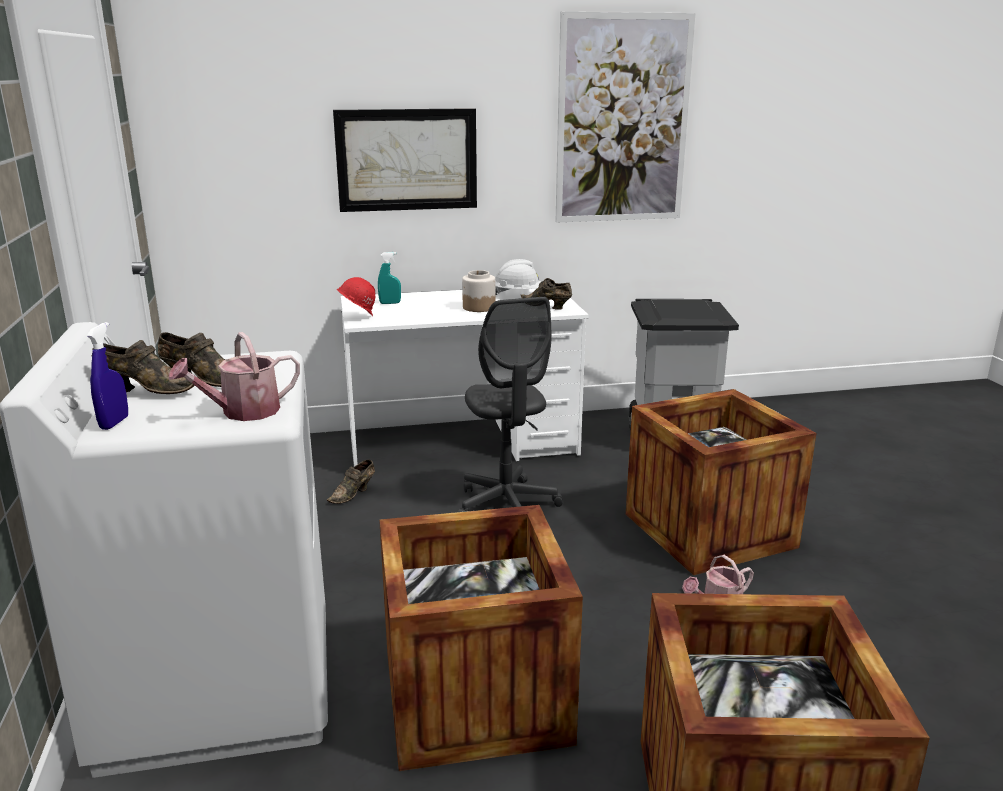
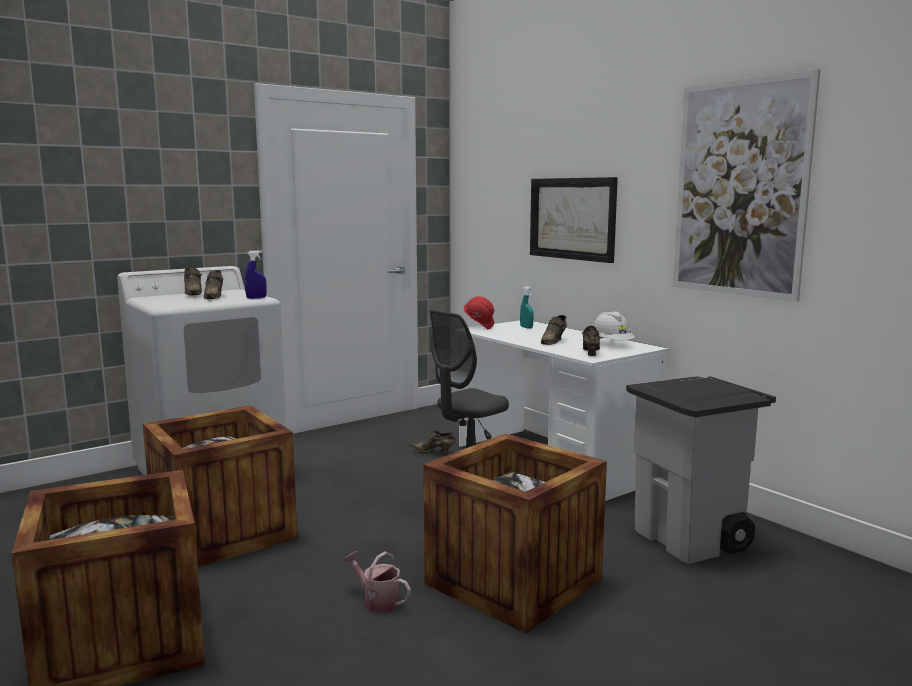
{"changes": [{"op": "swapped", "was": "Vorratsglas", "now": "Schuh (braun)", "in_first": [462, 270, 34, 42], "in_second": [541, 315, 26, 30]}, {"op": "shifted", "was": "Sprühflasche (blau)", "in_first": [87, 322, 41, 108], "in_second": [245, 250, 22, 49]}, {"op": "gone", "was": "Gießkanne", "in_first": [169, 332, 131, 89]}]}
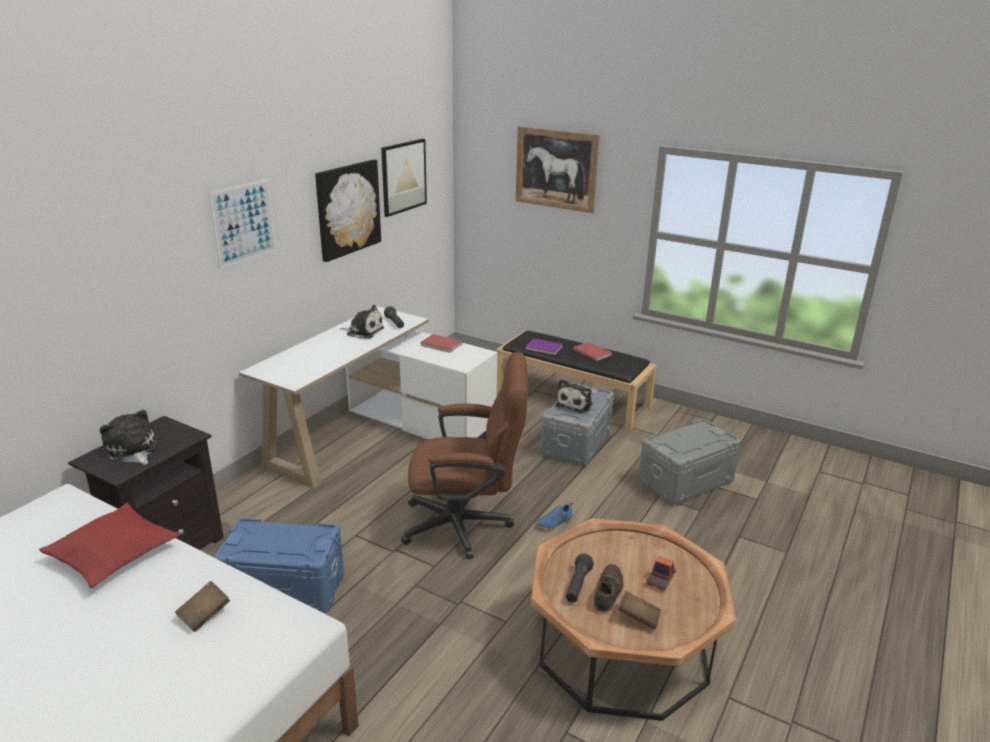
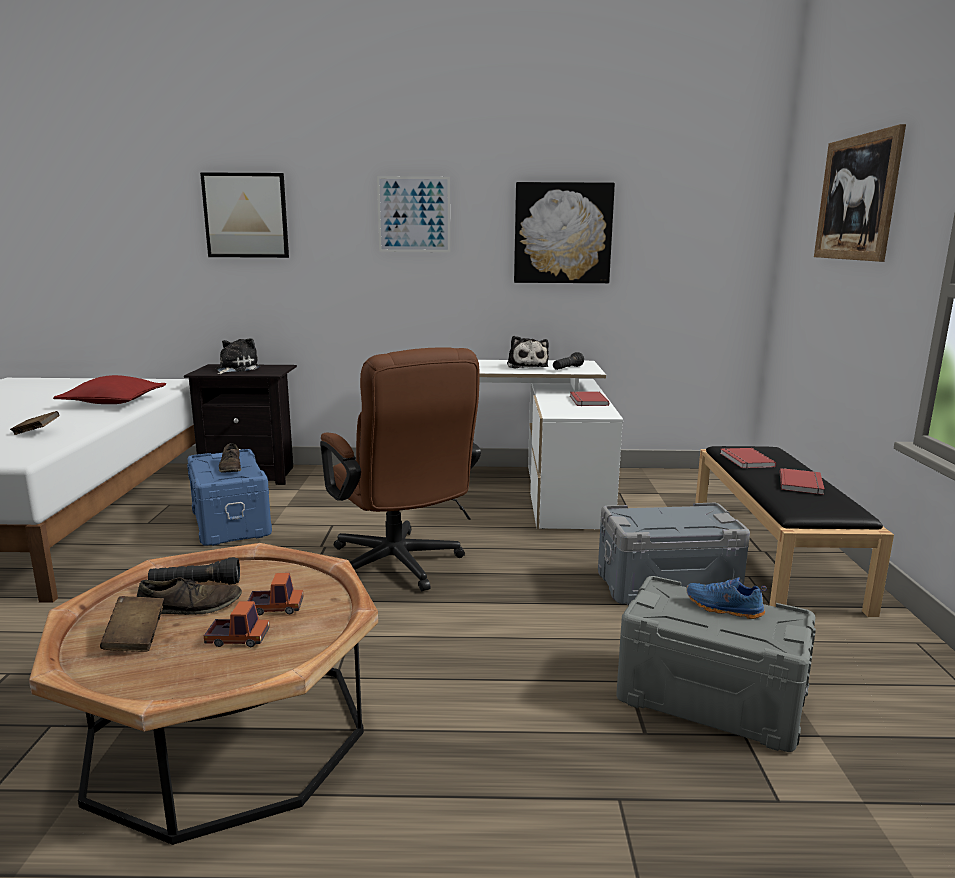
{"changes": [{"op": "shifted", "was": "Bild", "in_first": [381, 139, 46, 78], "in_second": [200, 172, 89, 86]}, {"op": "repainted", "was": "Buch (lila)", "now": "Buch (rot)", "in_first": [525, 338, 38, 17], "in_second": [720, 448, 56, 21]}, {"op": "gone", "was": "Plüschtier", "in_first": [556, 379, 37, 34]}, {"op": "shifted", "was": "Schuh (blau)", "in_first": [537, 502, 36, 28], "in_second": [686, 577, 81, 42]}, {"op": "new", "now": "Schuh (braun)", "in_second": [219, 443, 22, 30]}, {"op": "new", "now": "Spielzeuglaster", "in_second": [248, 573, 55, 42]}]}
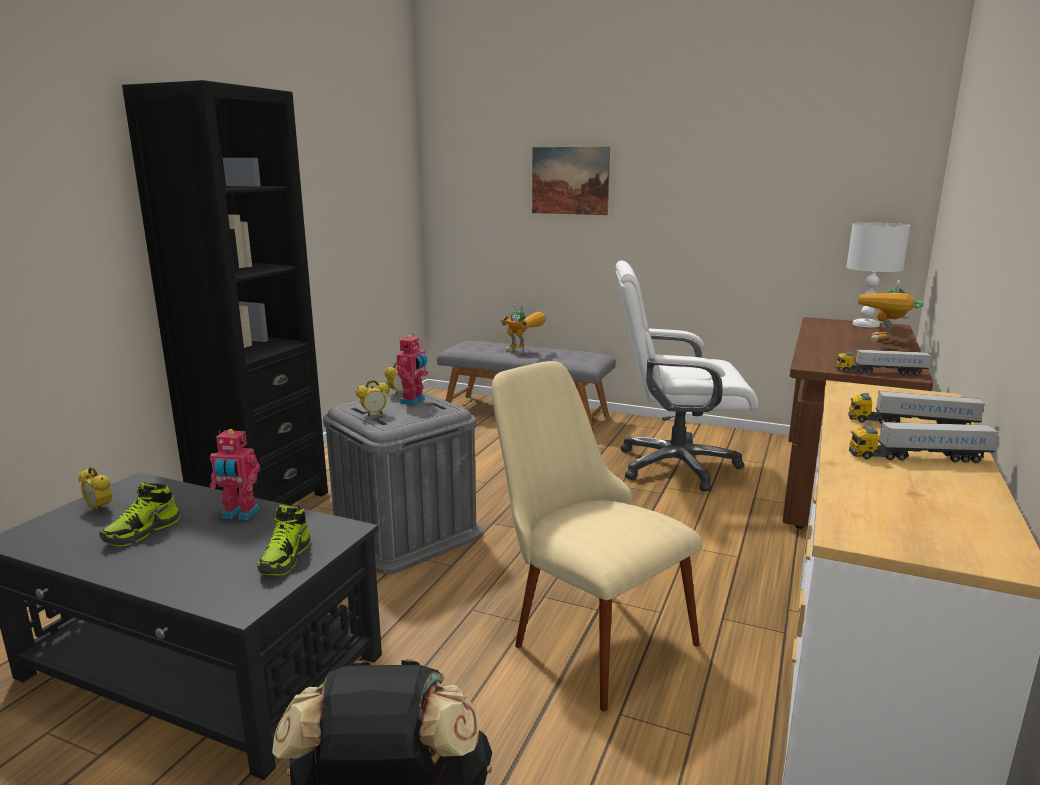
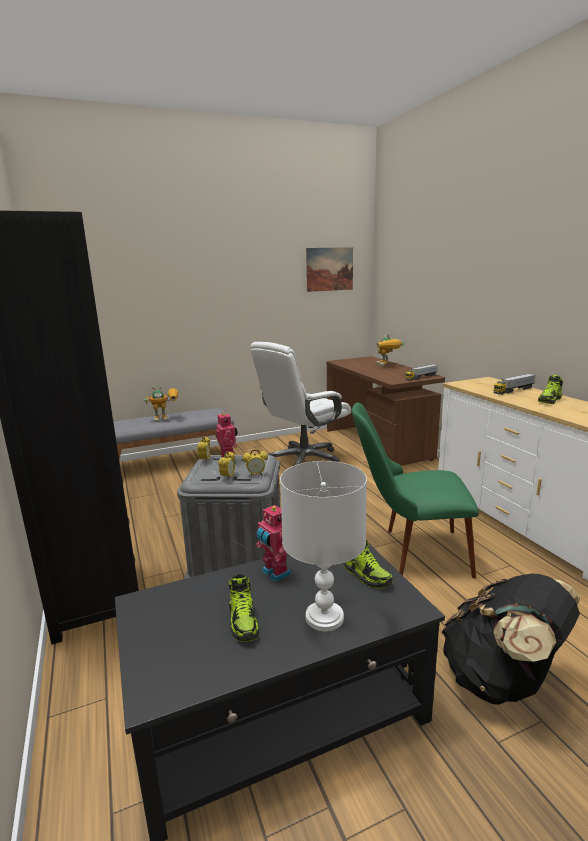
{"changes": [{"op": "shifted", "was": "Bild", "in_first": [532, 147, 78, 68], "in_second": [306, 247, 47, 45]}, {"op": "shifted", "was": "Tischlampe (weiß)", "in_first": [846, 222, 64, 106], "in_second": [280, 461, 87, 170]}, {"op": "repainted", "was": "Stuhl (beige)", "now": "Stuhl (grün)", "in_first": [491, 361, 211, 350], "in_second": [352, 403, 127, 176]}, {"op": "swapped", "was": "Spielzeuglaster", "now": "Schuh", "in_first": [849, 421, 150, 42], "in_second": [538, 375, 25, 29]}, {"op": "rotated", "was": "Spielzeugroboter", "in_first": [210, 429, 50, 91], "in_second": [256, 504, 35, 78], "clockwise": 90}, {"op": "shifted", "was": "Wecker", "in_first": [78, 467, 34, 45], "in_second": [242, 449, 26, 27]}]}
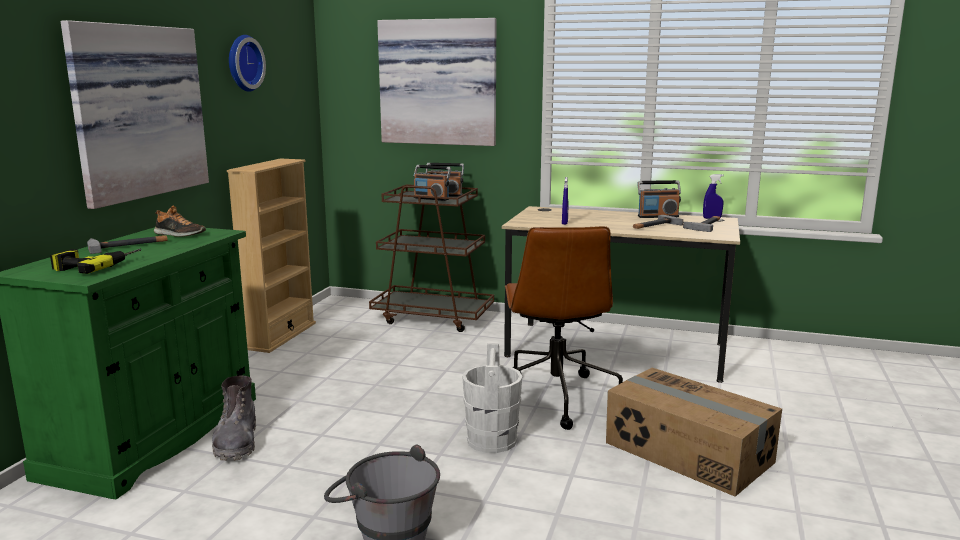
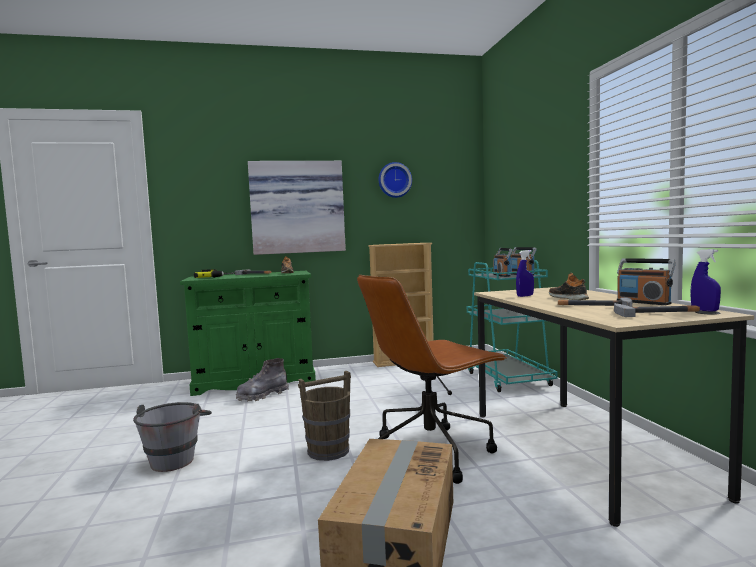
{"changes": [{"op": "gone", "was": "Bild", "in_first": [377, 18, 119, 128]}, {"op": "repainted", "was": "Rollwagen (braun)", "now": "Rollwagen (türkis)", "in_first": [369, 184, 125, 148], "in_second": [467, 260, 91, 132]}, {"op": "repainted", "was": "Eimer (weiß)", "now": "Eimer (braun)", "in_first": [462, 343, 61, 110], "in_second": [298, 371, 53, 90]}, {"op": "new", "now": "Schuh", "in_second": [549, 273, 40, 27]}]}
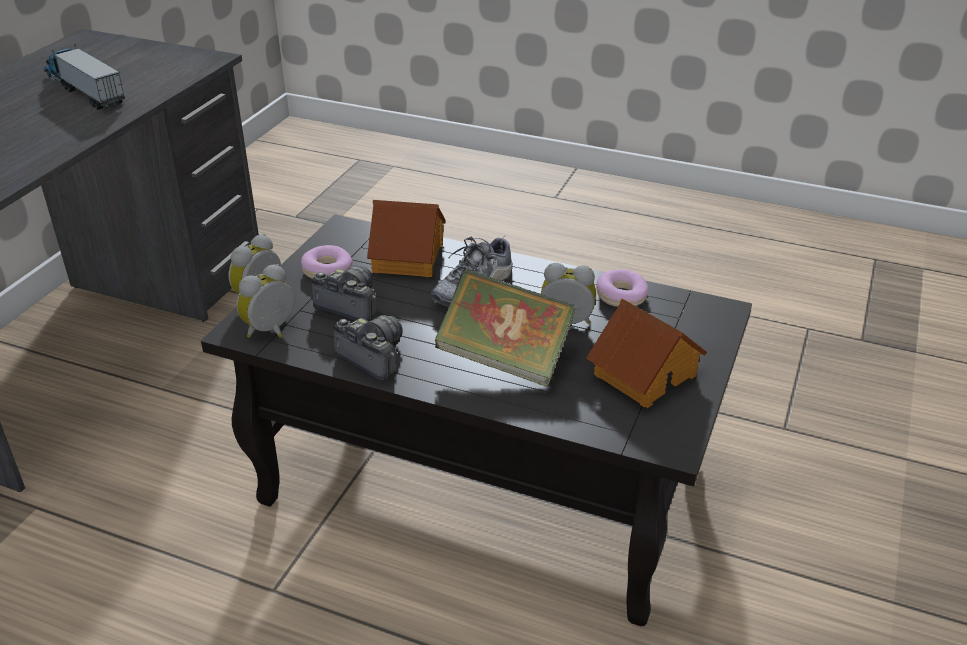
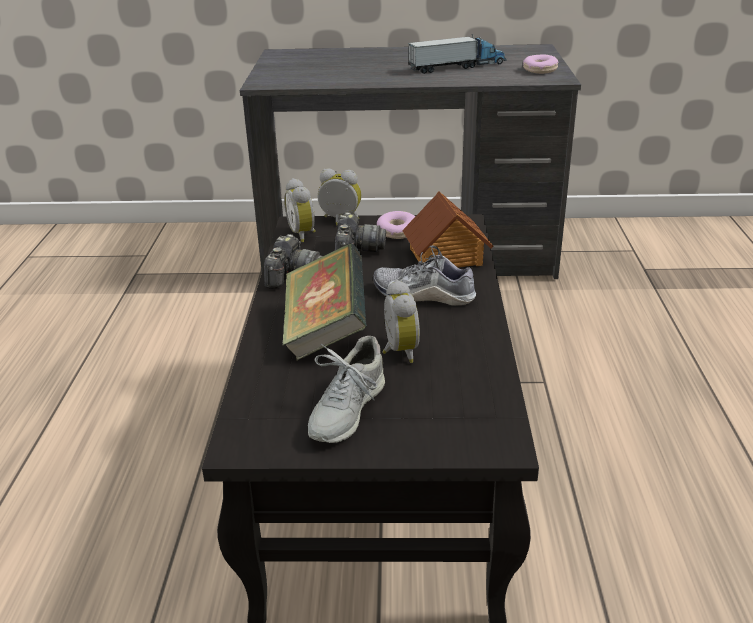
{"changes": [{"op": "rotated", "was": "Spielzeuglaster", "in_first": [44, 44, 81, 66], "in_second": [408, 34, 99, 40], "clockwise": 45}, {"op": "rotated", "was": "Wecker", "in_first": [236, 264, 58, 74], "in_second": [284, 178, 32, 64], "clockwise": -135}, {"op": "shifted", "was": "Donut", "in_first": [596, 269, 52, 38], "in_second": [523, 55, 35, 19]}, {"op": "swapped", "was": "Spielzeughaus", "now": "Schuh (grau)", "in_first": [586, 299, 121, 109], "in_second": [308, 336, 77, 107]}]}
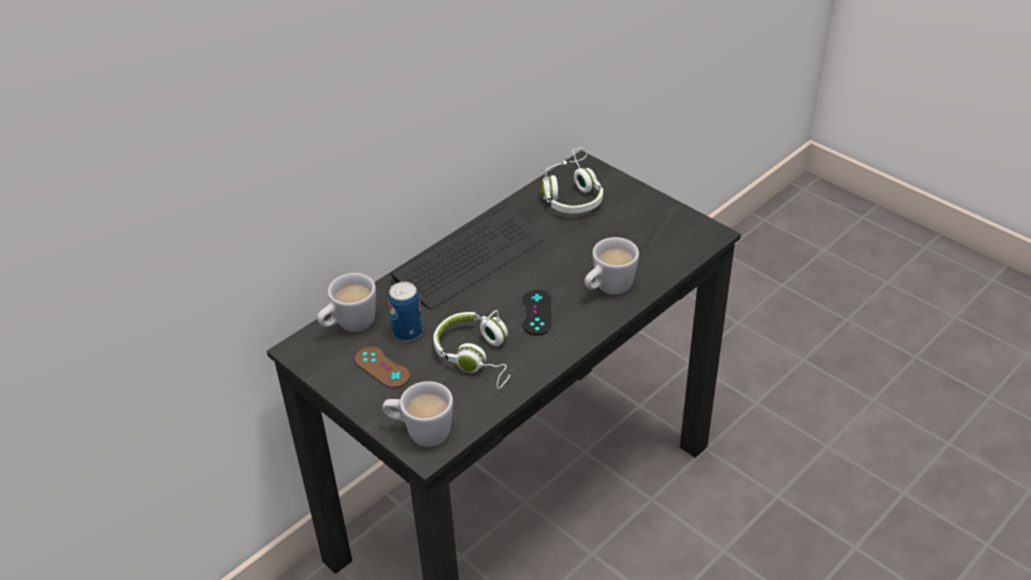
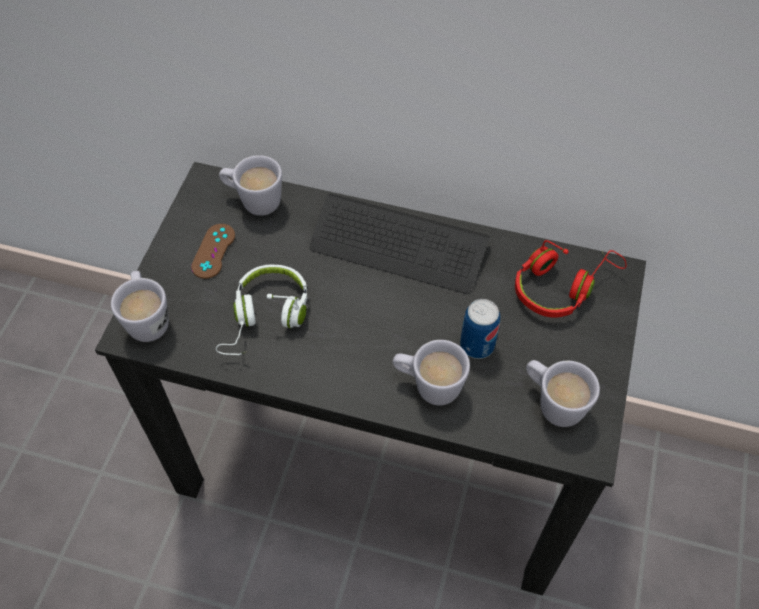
{"changes": [{"op": "repainted", "was": "Kopfhörer (weiß)", "now": "Kopfhörer (rot)", "in_first": [541, 148, 62, 65], "in_second": [515, 240, 112, 78]}, {"op": "shifted", "was": "Dose", "in_first": [388, 282, 35, 59], "in_second": [460, 299, 40, 60]}, {"op": "gone", "was": "Gamepad (schwarz)", "in_first": [523, 290, 29, 45]}, {"op": "new", "now": "Henkelbecher (weiß)", "in_second": [526, 360, 74, 67]}]}
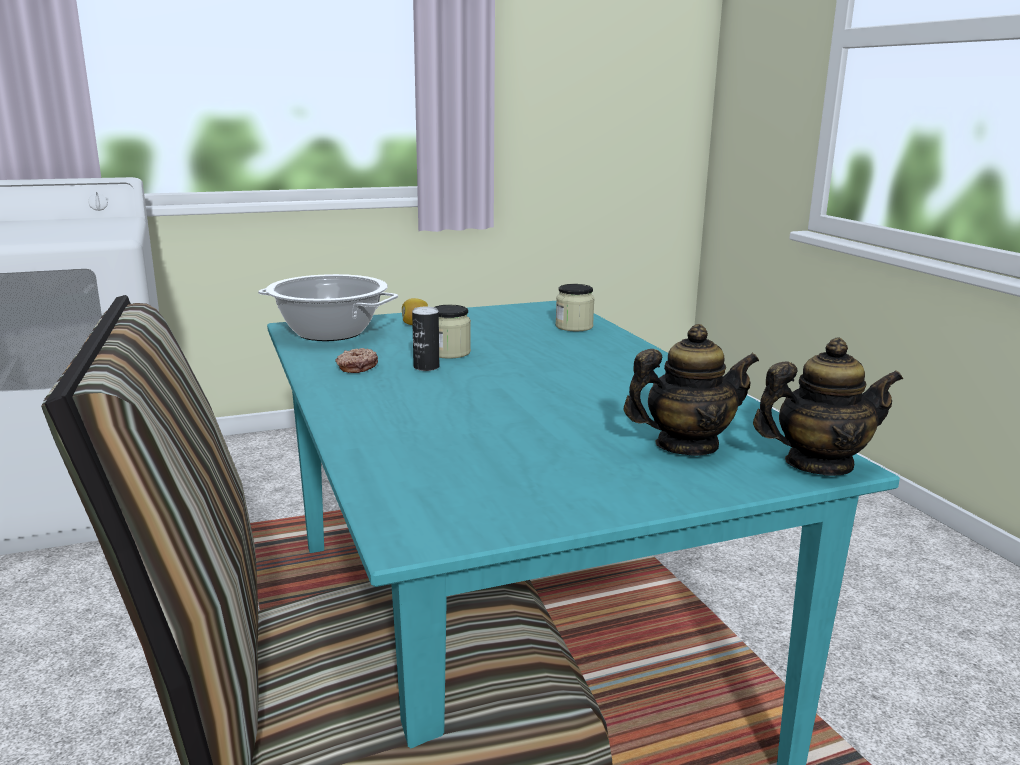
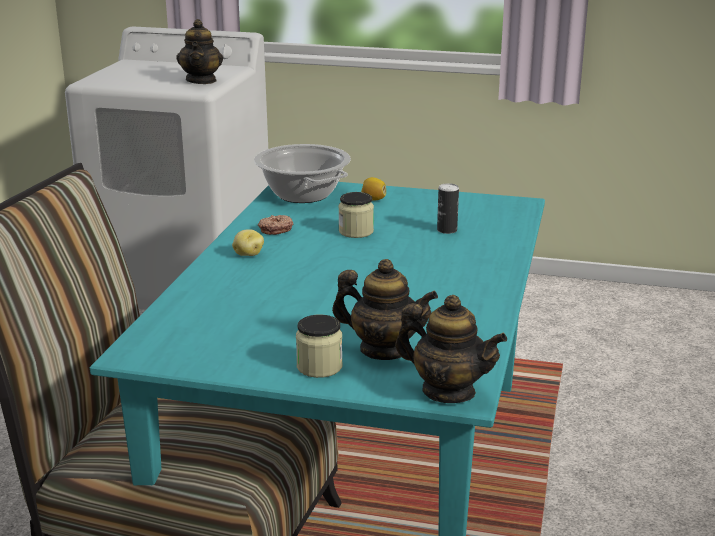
{"changes": [{"op": "shifted", "was": "Vorratsglas", "in_first": [555, 284, 40, 47], "in_second": [296, 315, 47, 63]}, {"op": "shifted", "was": "Dose", "in_first": [412, 307, 27, 64], "in_second": [437, 183, 22, 51]}, {"op": "new", "now": "Teekanne", "in_second": [176, 19, 47, 65]}, {"op": "new", "now": "Kartoffel", "in_second": [232, 229, 32, 27]}]}
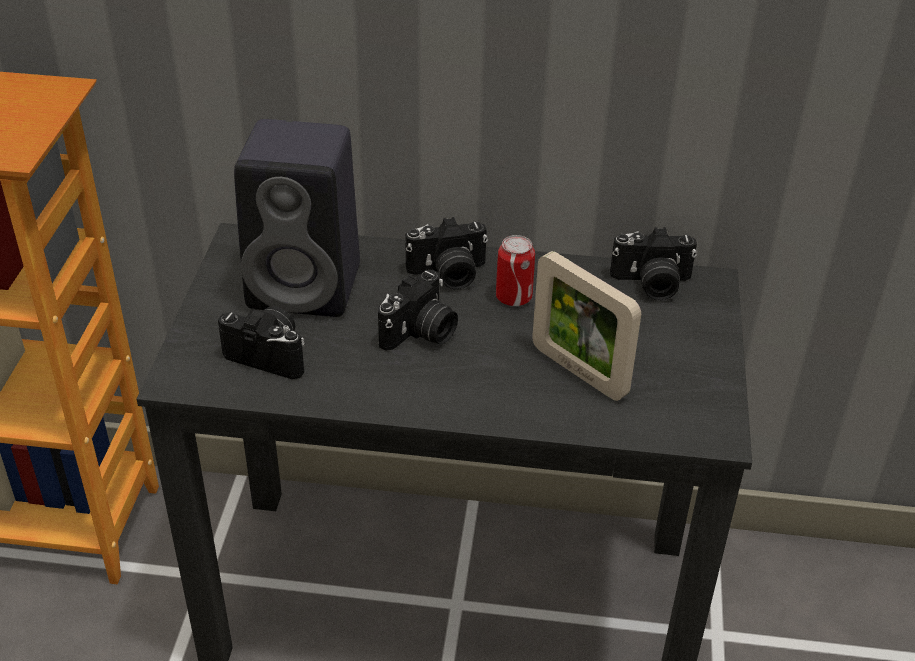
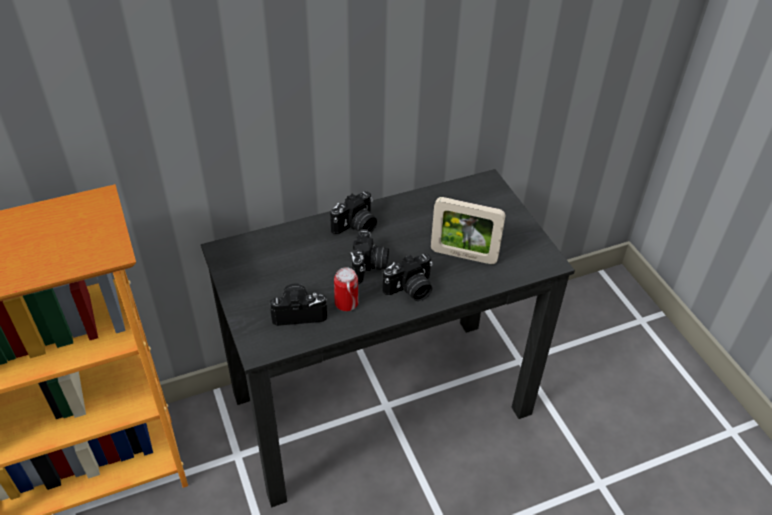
{"changes": [{"op": "gone", "was": "Lautsprecher (schwarz)", "in_first": [234, 119, 126, 198]}, {"op": "shifted", "was": "Kamera", "in_first": [610, 227, 87, 73], "in_second": [382, 254, 51, 47]}, {"op": "shifted", "was": "Dose", "in_first": [496, 235, 39, 71], "in_second": [334, 267, 24, 44]}]}
